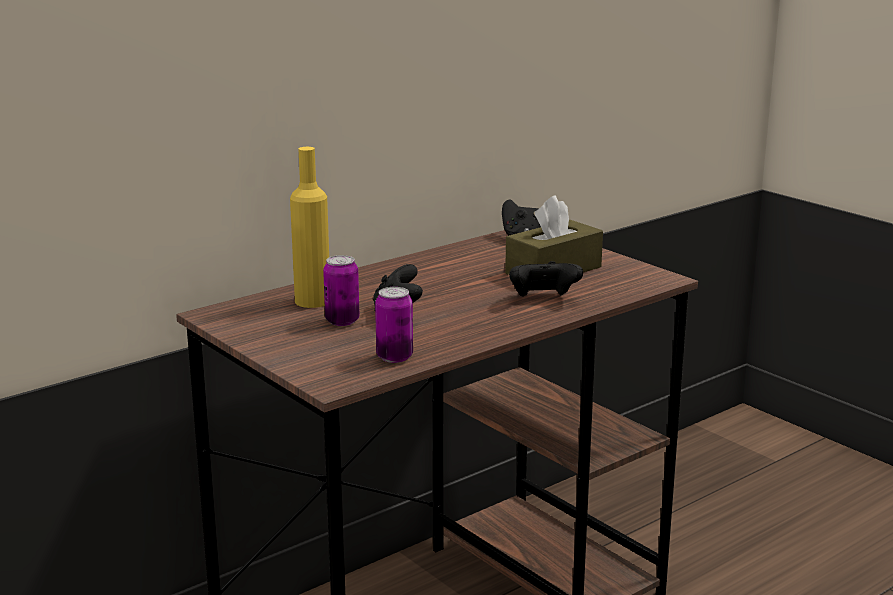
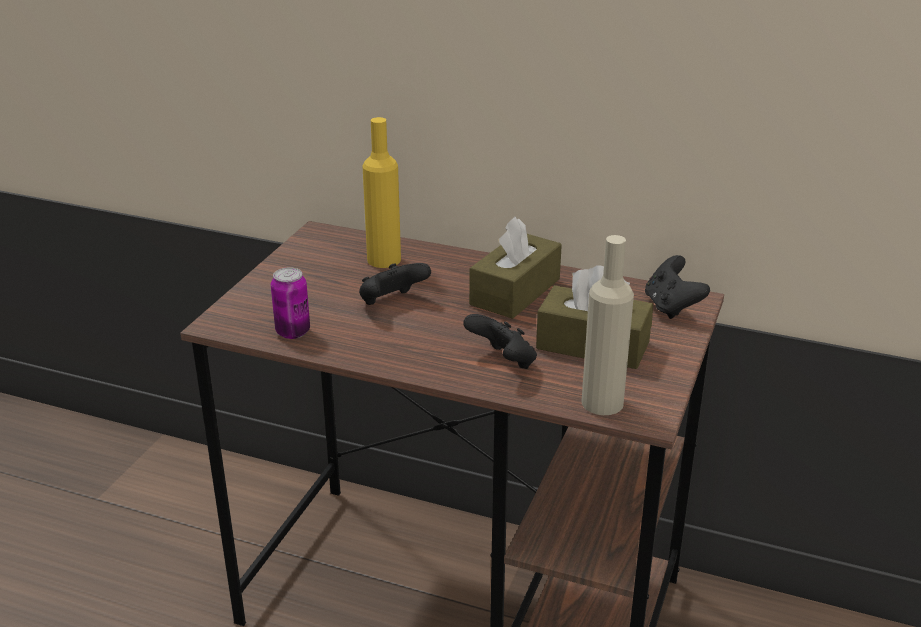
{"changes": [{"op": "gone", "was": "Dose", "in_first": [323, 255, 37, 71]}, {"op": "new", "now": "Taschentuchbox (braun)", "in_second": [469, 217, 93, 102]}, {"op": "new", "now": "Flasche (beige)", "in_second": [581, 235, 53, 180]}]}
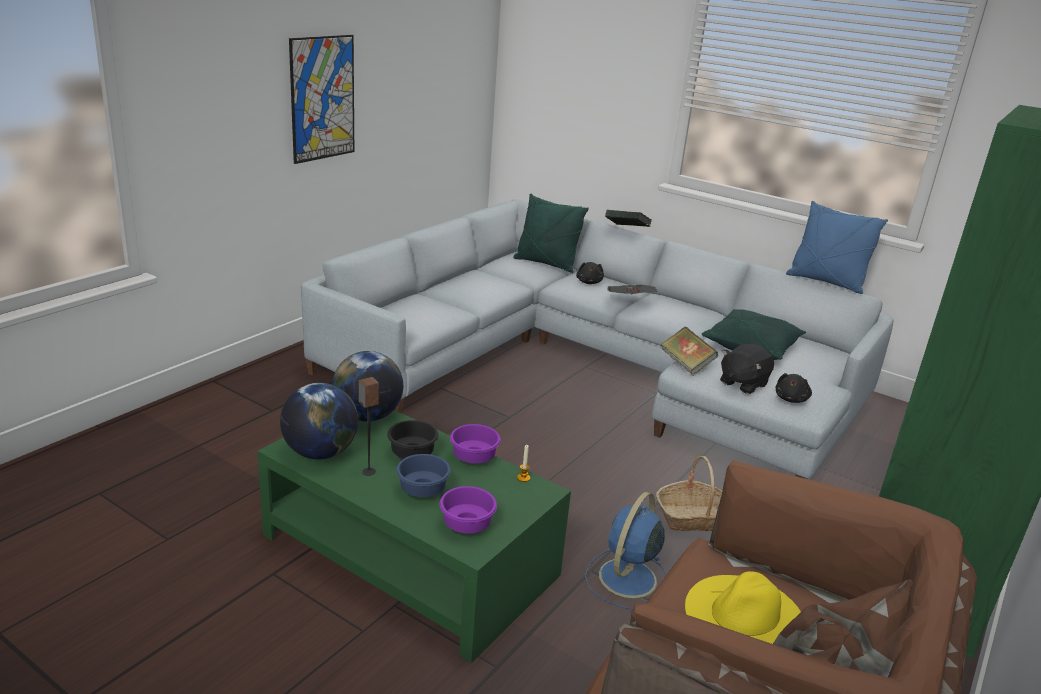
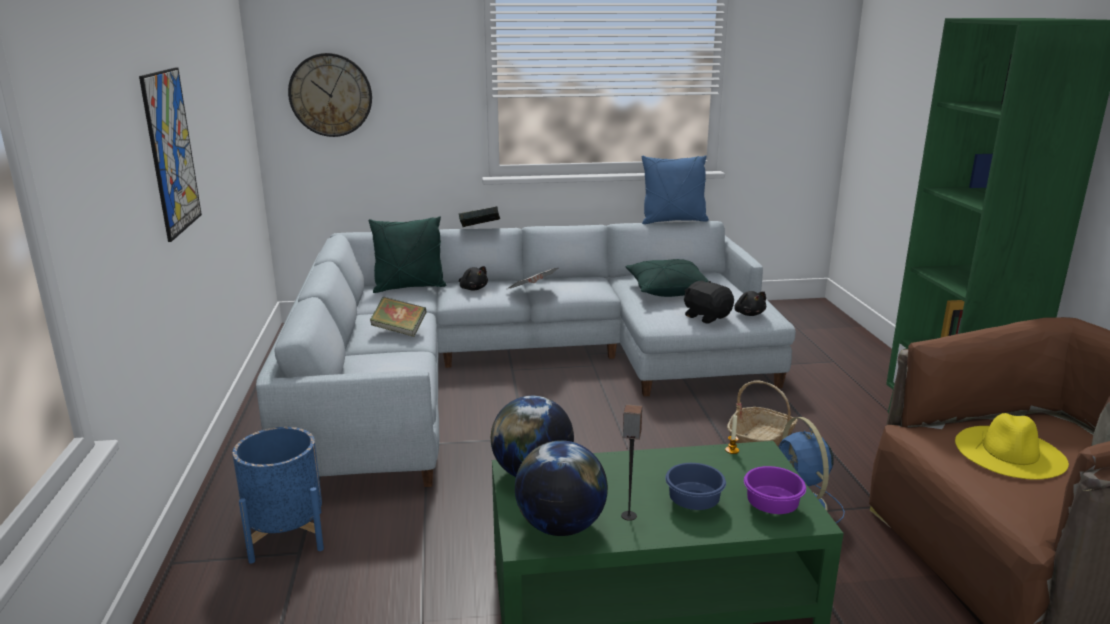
{"changes": [{"op": "shifted", "was": "Buch", "in_first": [661, 327, 57, 48], "in_second": [370, 297, 57, 40]}, {"op": "rotated", "was": "Plüschtier (schwarz)", "in_first": [720, 344, 54, 50], "in_second": [684, 281, 50, 43], "clockwise": 135}, {"op": "gone", "was": "Schüssel (schwarz)", "in_first": [387, 420, 52, 38]}, {"op": "gone", "was": "Schüssel (lila)", "in_first": [450, 424, 51, 39]}, {"op": "new", "now": "Wanduhr", "in_second": [288, 53, 84, 84]}, {"op": "new", "now": "Pflanzkübel (blau)", "in_second": [232, 427, 92, 137]}]}
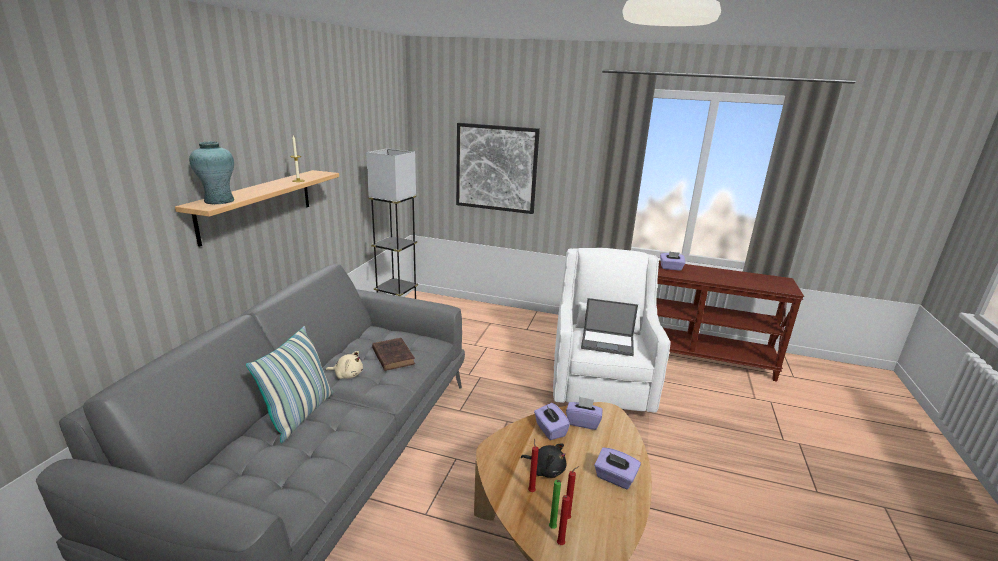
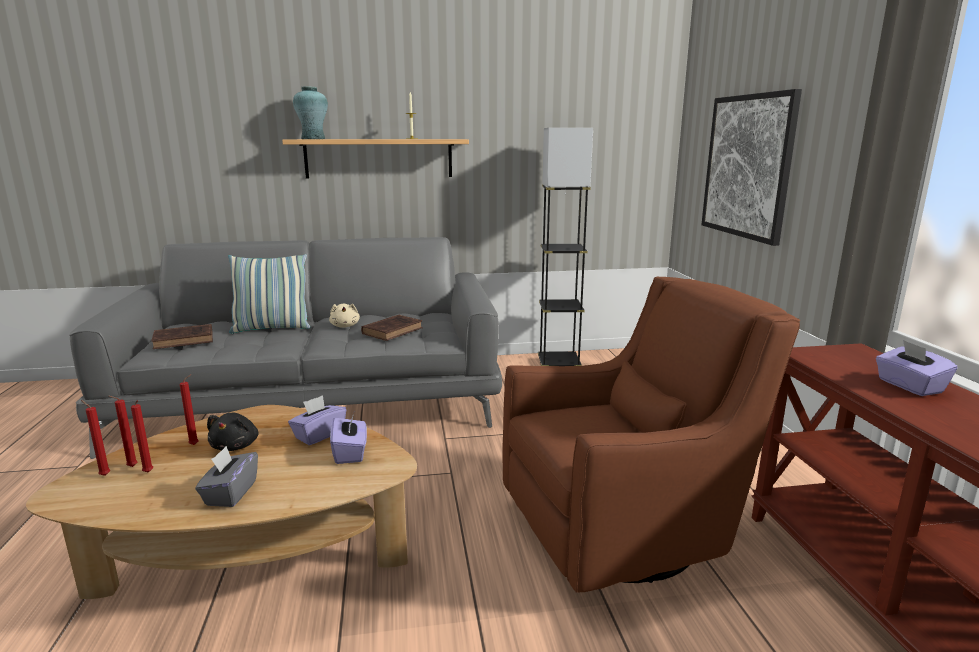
{"changes": [{"op": "repainted", "was": "Sessel (weiß)", "now": "Sessel (braun)", "in_first": [553, 248, 118, 165], "in_second": [502, 276, 298, 317]}, {"op": "gone", "was": "Laptop", "in_first": [581, 298, 57, 58]}, {"op": "repainted", "was": "Taschentuchbox (lila)", "now": "Taschentuchbox (grau)", "in_first": [594, 447, 47, 42], "in_second": [195, 446, 63, 61]}, {"op": "repainted", "was": "Kerze (grün)", "now": "Kerze (rot)", "in_first": [549, 480, 12, 49], "in_second": [109, 396, 29, 71]}, {"op": "new", "now": "Buch (braun)", "in_second": [152, 324, 61, 25]}]}
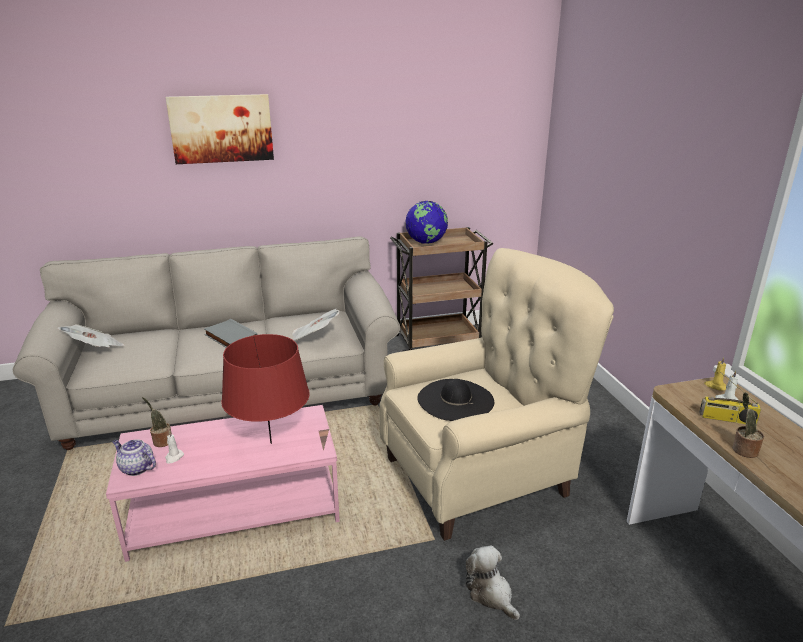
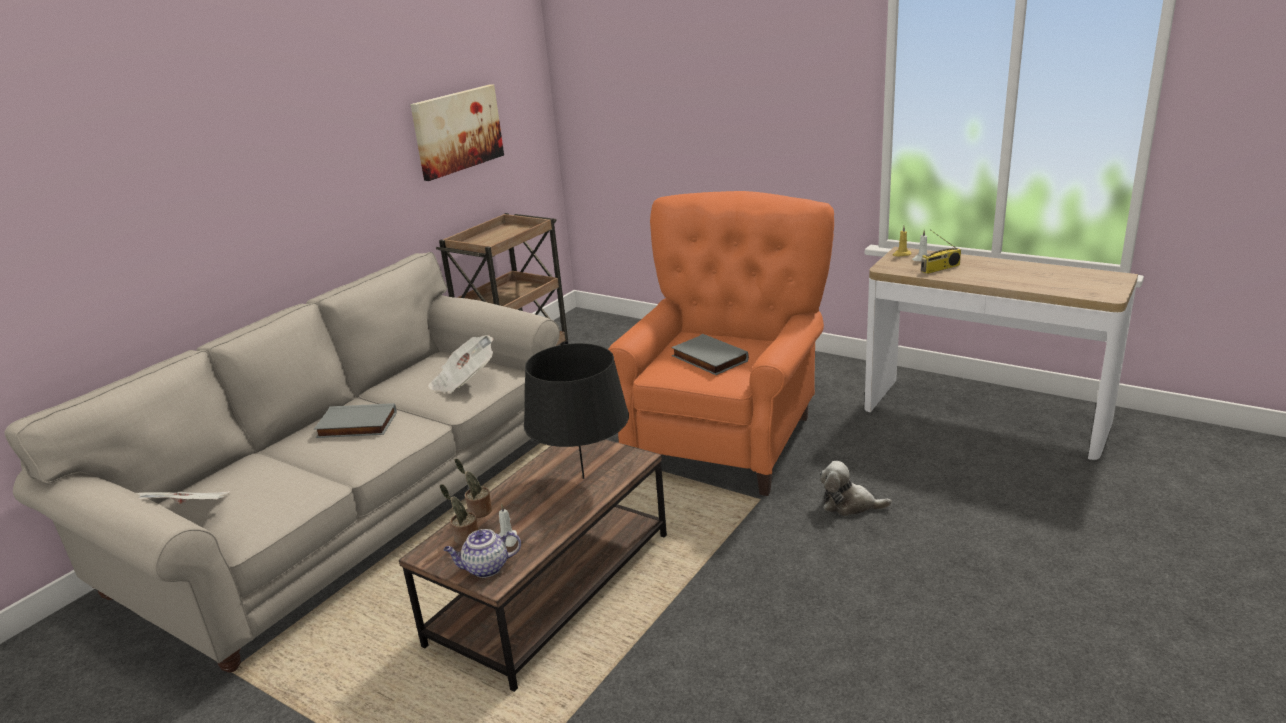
{"changes": [{"op": "shifted", "was": "Bild", "in_first": [165, 94, 109, 70], "in_second": [410, 85, 94, 96]}, {"op": "gone", "was": "Globus", "in_first": [405, 201, 43, 43]}, {"op": "repainted", "was": "Sessel (beige)", "now": "Sessel (orange)", "in_first": [380, 248, 234, 293], "in_second": [608, 191, 226, 305]}, {"op": "repainted", "was": "Tischlampe (rot)", "now": "Tischlampe (schwarz)", "in_first": [221, 334, 89, 110], "in_second": [524, 343, 105, 136]}, {"op": "swapped", "was": "Hut (schwarz)", "now": "Buch (grau)", "in_first": [417, 379, 77, 42], "in_second": [672, 334, 77, 41]}, {"op": "shifted", "was": "Topfpflanze", "in_first": [732, 392, 32, 66], "in_second": [454, 458, 38, 60]}, {"op": "repainted", "was": "Couchtisch (rosa)", "now": "Couchtisch (braun)", "in_first": [106, 405, 234, 157], "in_second": [399, 439, 268, 253]}]}
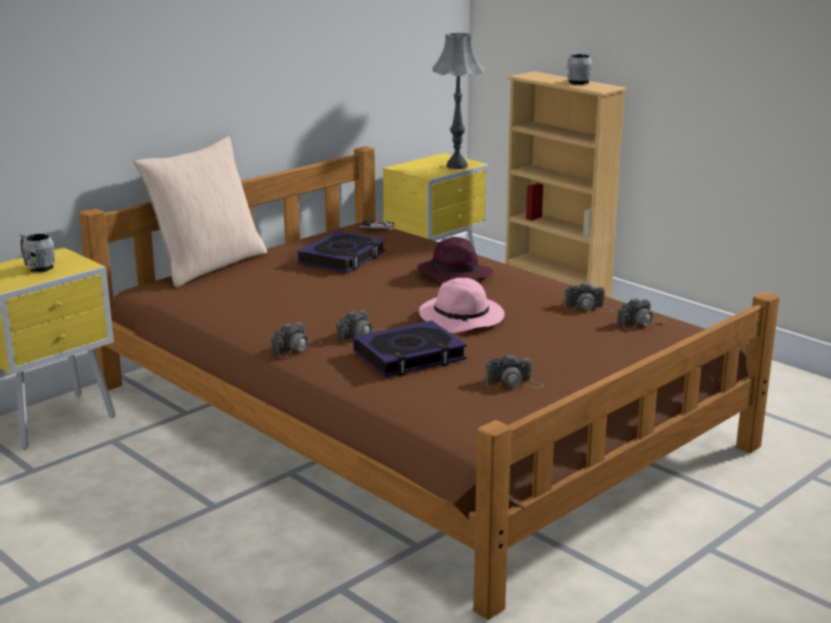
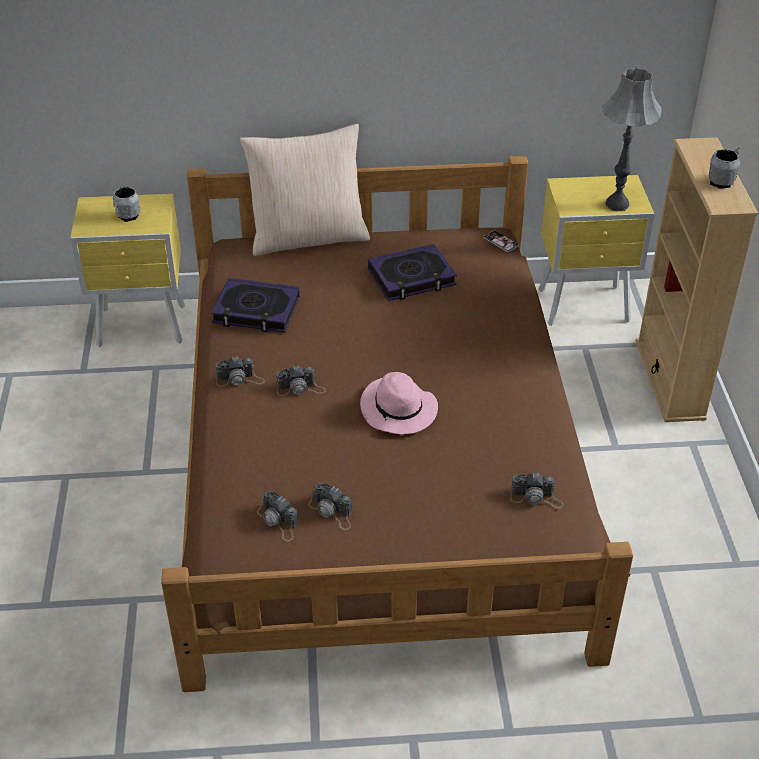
{"changes": [{"op": "gone", "was": "Hut (lila)", "in_first": [417, 237, 76, 46]}, {"op": "shifted", "was": "Kamera", "in_first": [564, 282, 50, 30], "in_second": [257, 491, 41, 50]}, {"op": "shifted", "was": "Buch", "in_first": [353, 320, 114, 57], "in_second": [211, 278, 89, 55]}]}
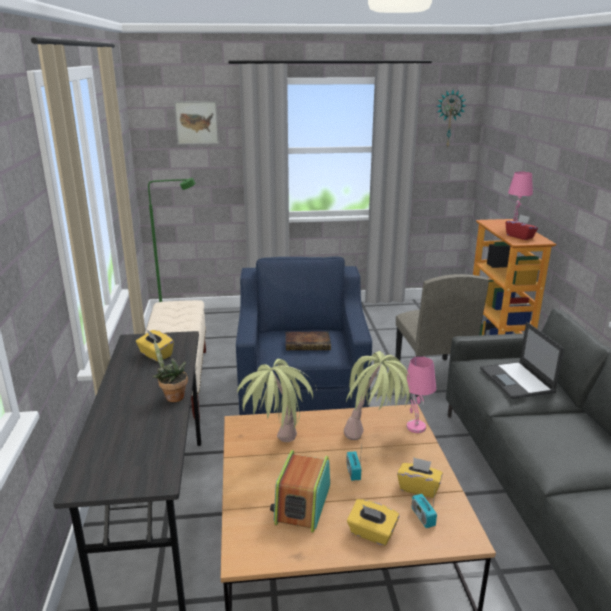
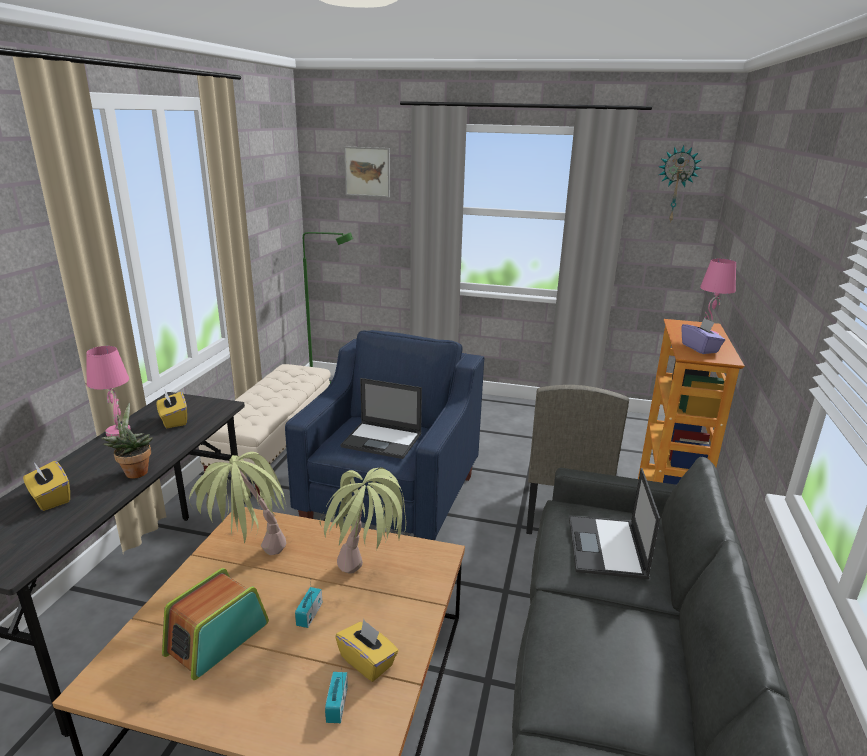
{"changes": [{"op": "repainted", "was": "Taschentuchbox (rot)", "now": "Taschentuchbox (lila)", "in_first": [506, 215, 32, 25], "in_second": [682, 318, 43, 36]}, {"op": "swapped", "was": "Buch", "now": "Laptop", "in_first": [286, 332, 45, 18], "in_second": [340, 378, 82, 81]}, {"op": "shifted", "was": "Tischlampe (rosa)", "in_first": [407, 356, 29, 77], "in_second": [87, 346, 44, 91]}, {"op": "shifted", "was": "Taschentuchbox (gelb)", "in_first": [347, 499, 52, 47], "in_second": [23, 461, 47, 50]}]}
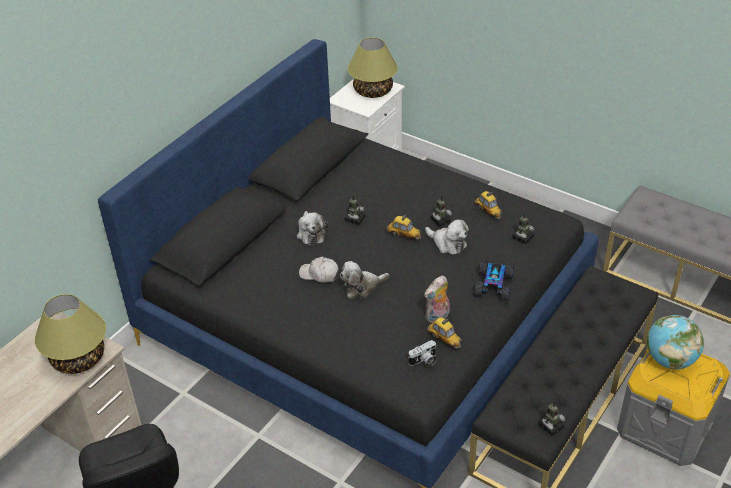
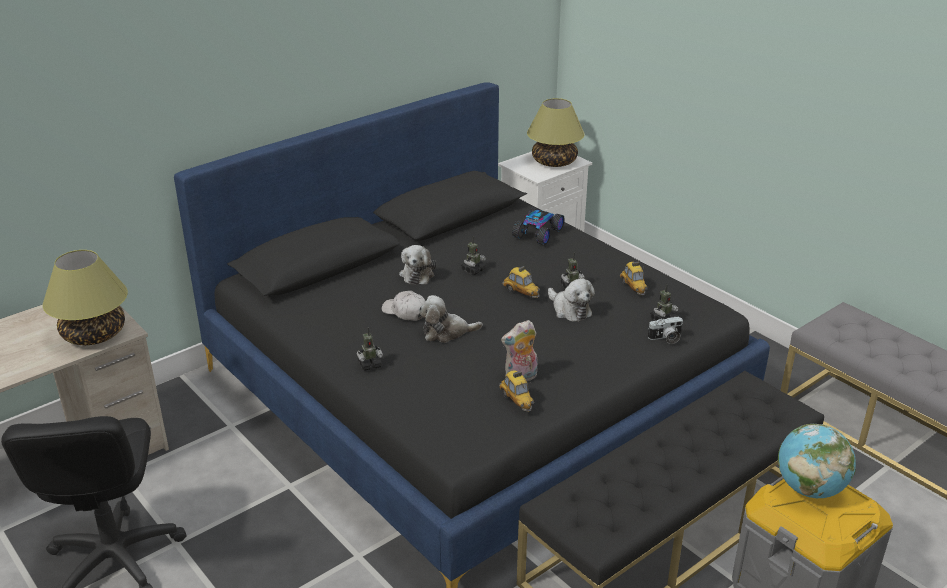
{"changes": [{"op": "shifted", "was": "Spielzeugauto", "in_first": [474, 259, 40, 43], "in_second": [512, 208, 53, 37]}, {"op": "shifted", "was": "Kamera", "in_first": [408, 340, 29, 27], "in_second": [648, 316, 35, 28]}, {"op": "shifted", "was": "Spielzeugroboter", "in_first": [539, 401, 27, 34], "in_second": [357, 327, 26, 44]}]}
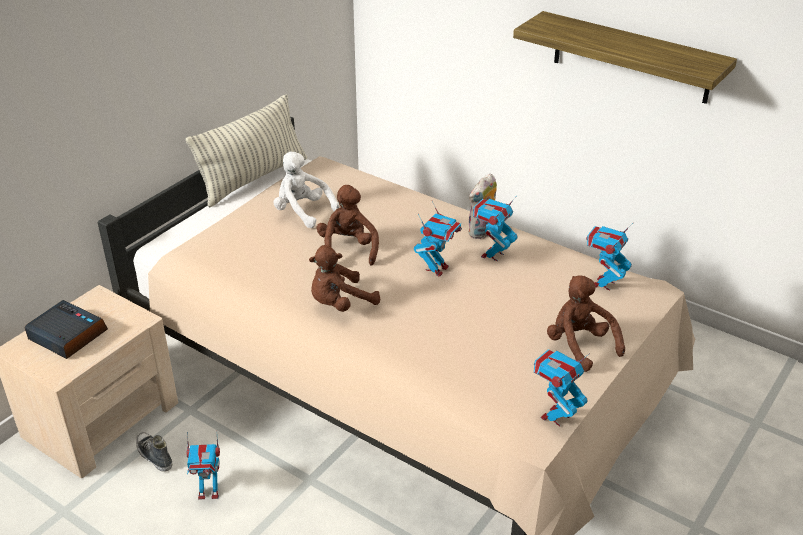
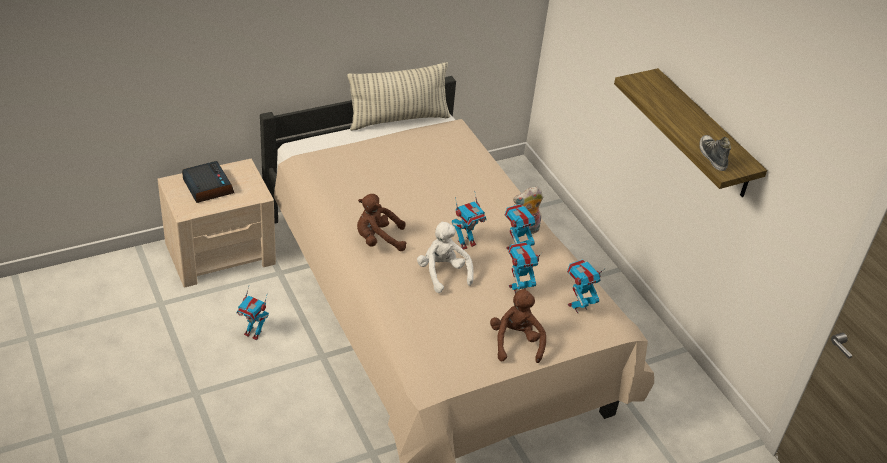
{"changes": [{"op": "shifted", "was": "Plüschtier (weiß)", "in_first": [274, 152, 65, 76], "in_second": [417, 221, 57, 72]}, {"op": "gone", "was": "Plüschtier (braun)", "in_first": [317, 185, 62, 80]}, {"op": "shifted", "was": "Spielzeugroboter", "in_first": [534, 349, 56, 77], "in_second": [508, 242, 34, 52]}, {"op": "shifted", "was": "Schuh", "in_first": [136, 432, 36, 40], "in_second": [699, 135, 32, 36]}]}
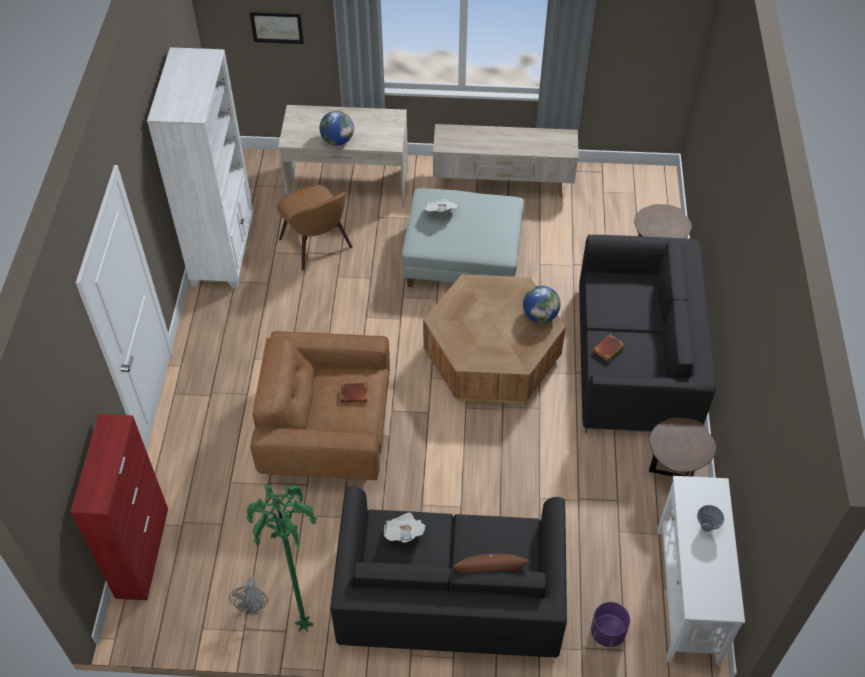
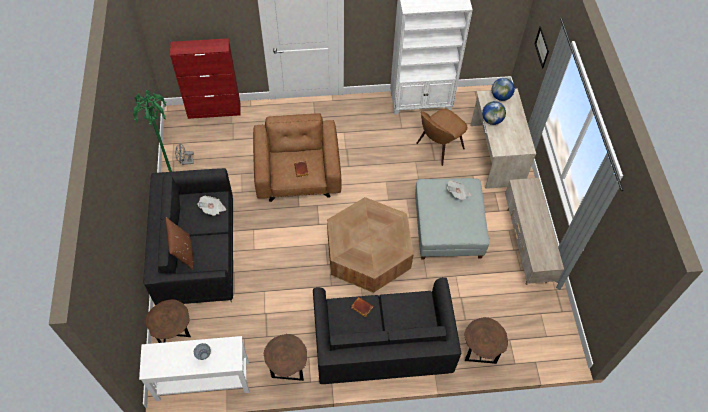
{"changes": [{"op": "shifted", "was": "Globus", "in_first": [523, 286, 37, 37], "in_second": [492, 78, 23, 23]}, {"op": "swapped", "was": "Pflanzkübel (lila)", "now": "Beistelltisch (braun)", "in_first": [591, 602, 39, 45], "in_second": [145, 299, 46, 44]}]}
